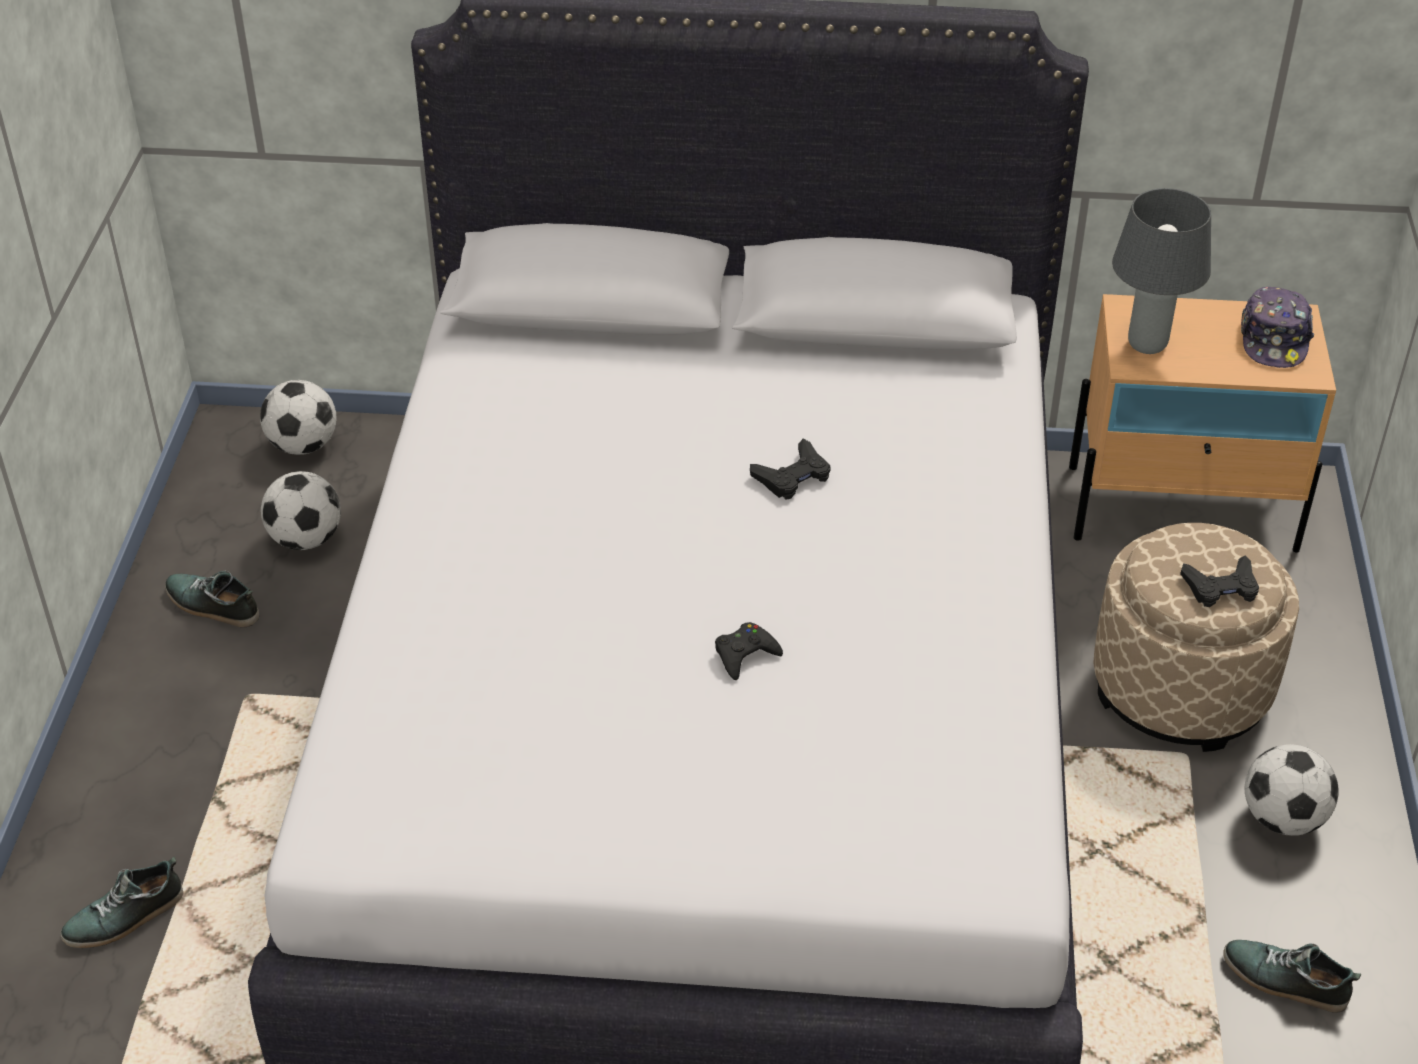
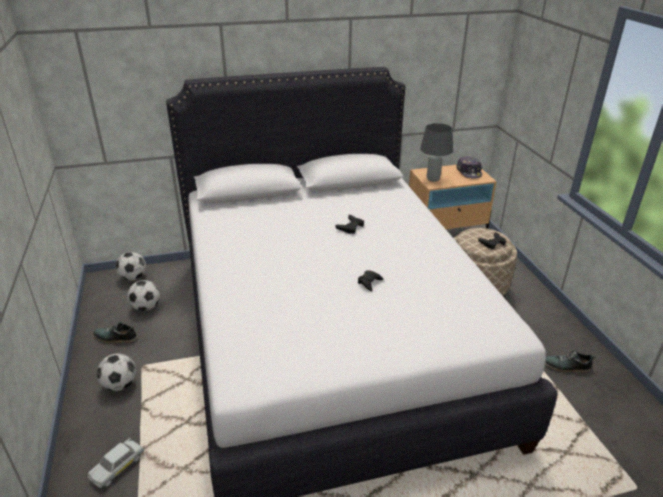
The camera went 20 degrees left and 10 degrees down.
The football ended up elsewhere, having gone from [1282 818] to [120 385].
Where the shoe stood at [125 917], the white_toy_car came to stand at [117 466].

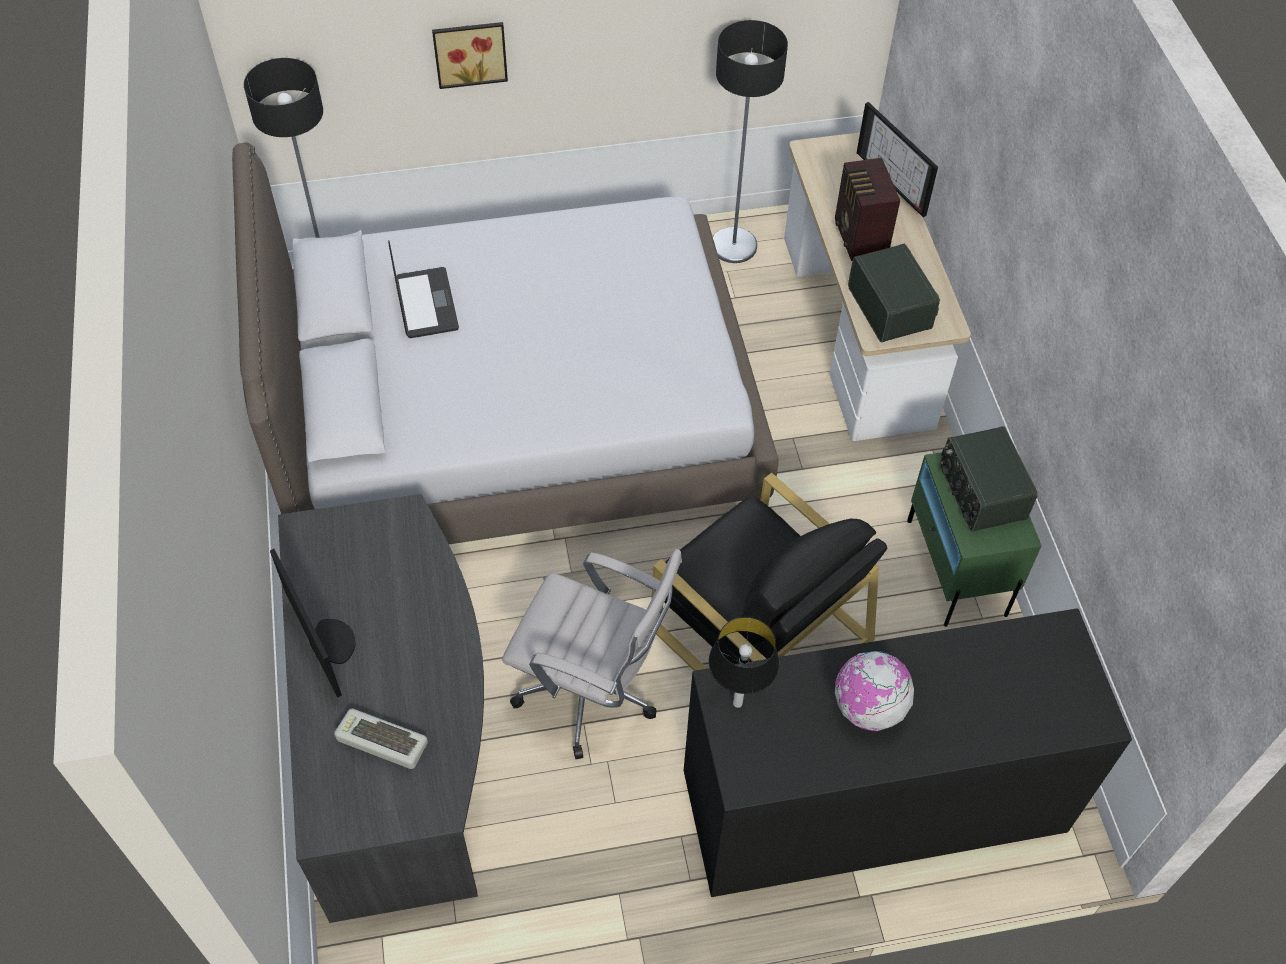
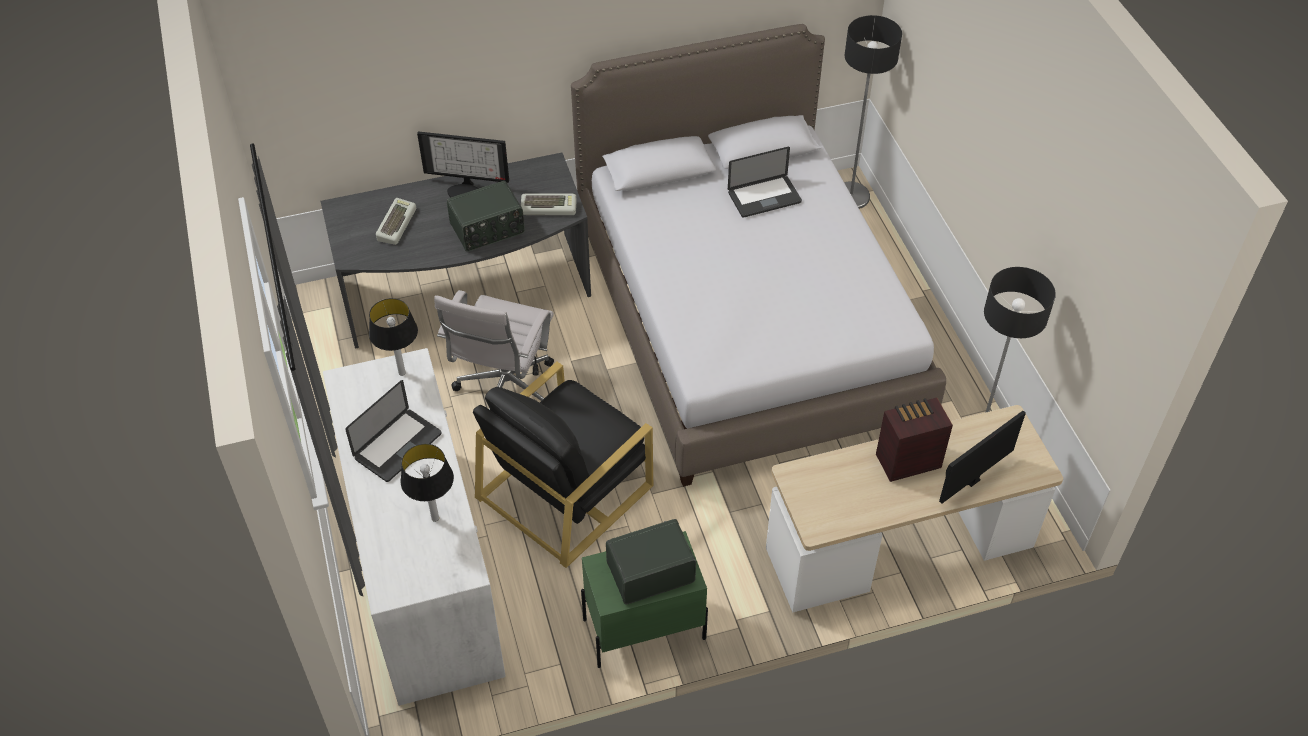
The camera went 85 degrees right and 5 degrees down.
The second view lost the picture at [470 52].
The radio ended up elsewhere, having gone from [890 307] to [488 229].
The monitor at [328 643] ended up facing another way, 45 degrees clockwise from before.
What was the black_dresser at [873 801] turned into the white_dresser at [424 569].
Where the globe stood at [868 708], the laptop came to stand at [398 446].
The second view gained the keyboard at [549 207].
The second view gained the table_lamp at [435 518].

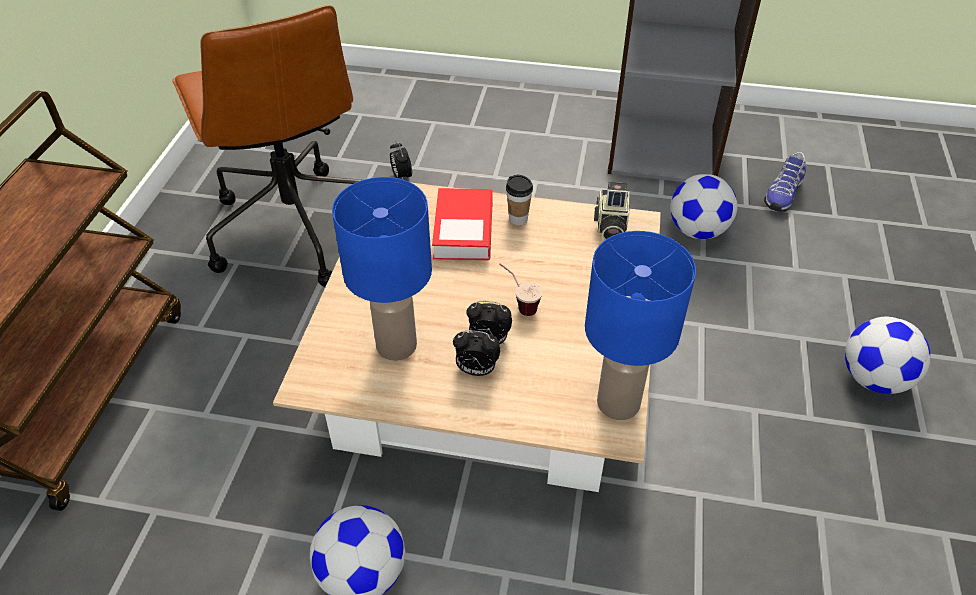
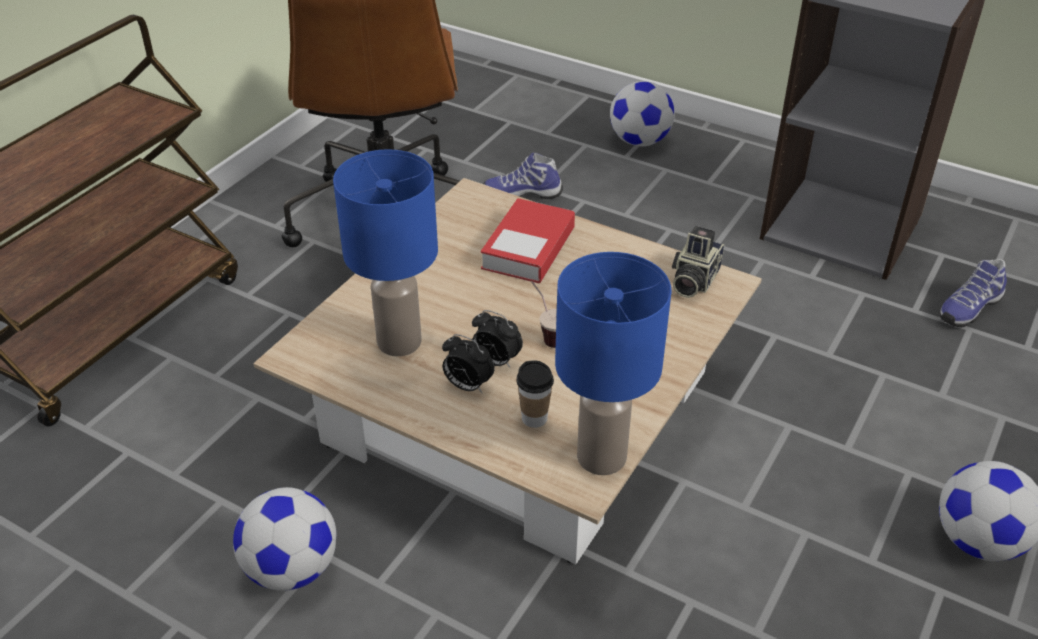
The camera went 20 degrees right and 5 degrees down.
Where the alarm_clock stood at [401 176], the shoe came to stand at [522 193].
The football ended up elsewhere, having gone from [697 231] to [639 141].
The cup ended up elsewhere, having gone from [518 219] to [534 418].

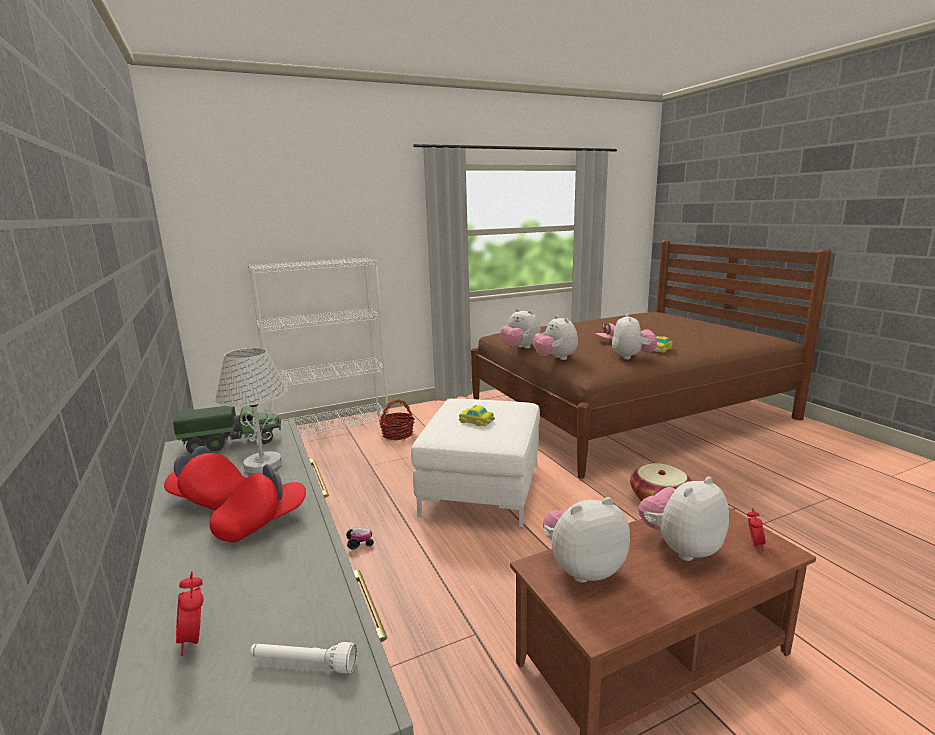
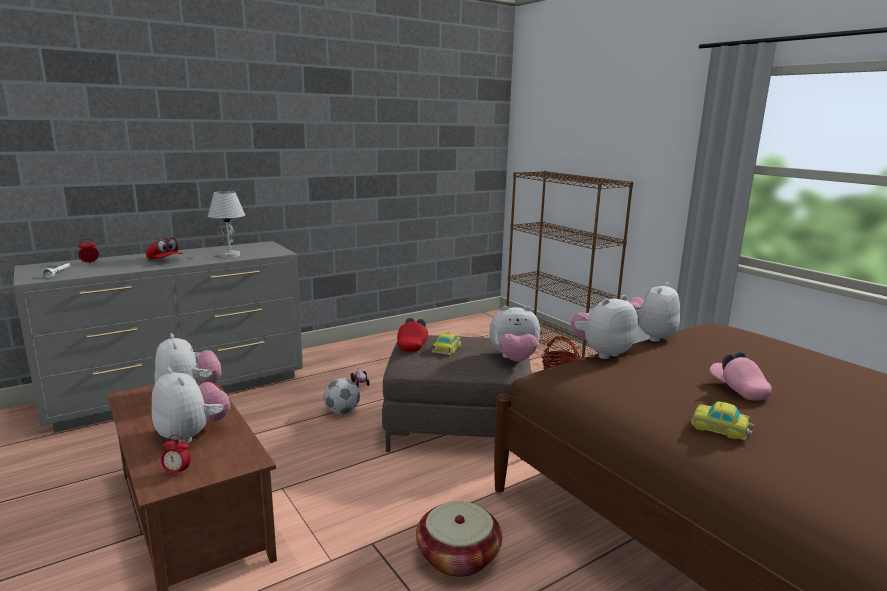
The camera went 80 degrees right and 0 degrees up.
What was the white_bookcase at [332 427] turned into the brown_bookcase at [557 345].
The plush_toy ended up elsewhere, having gone from [632 357] to [514 359].
What was the white_ottoman at [482 488] turned into the brown_ottoman at [457 427].
The second view lost the toy_truck at [233 442].
The red_cap ended up elsewhere, having gone from [209 498] to [413 345].
The second view gained the football at [342 412].

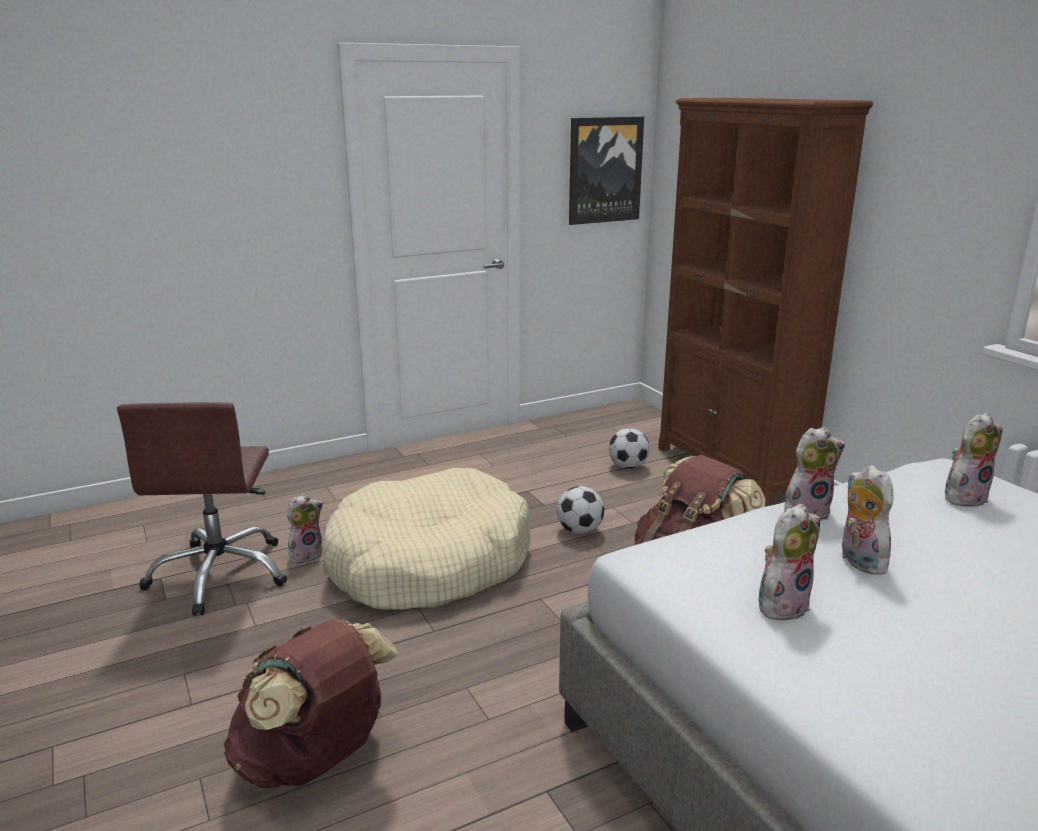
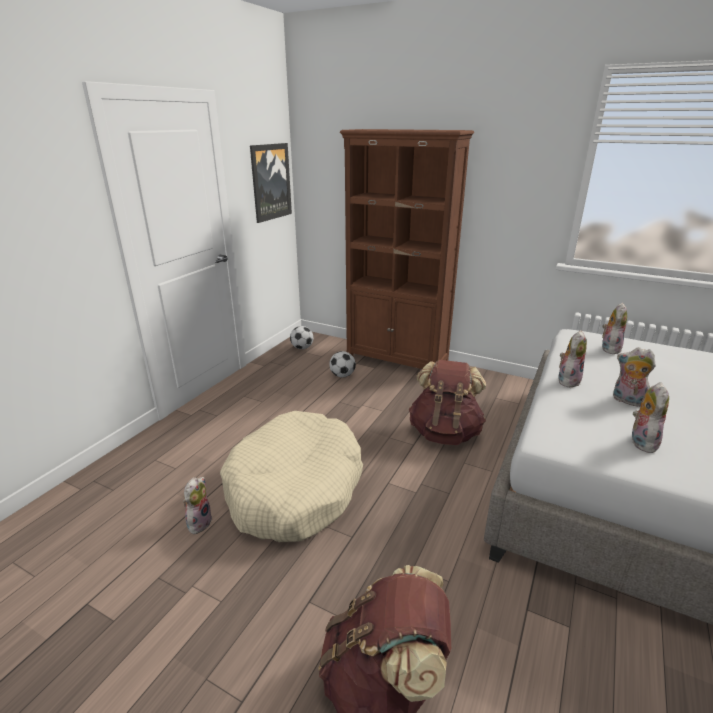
The camera went 35 degrees left and 5 degrees up.
The second view lost the brown_office_chair at [220 574].
The football ended up elsewhere, having gone from [580 530] to [302 348].

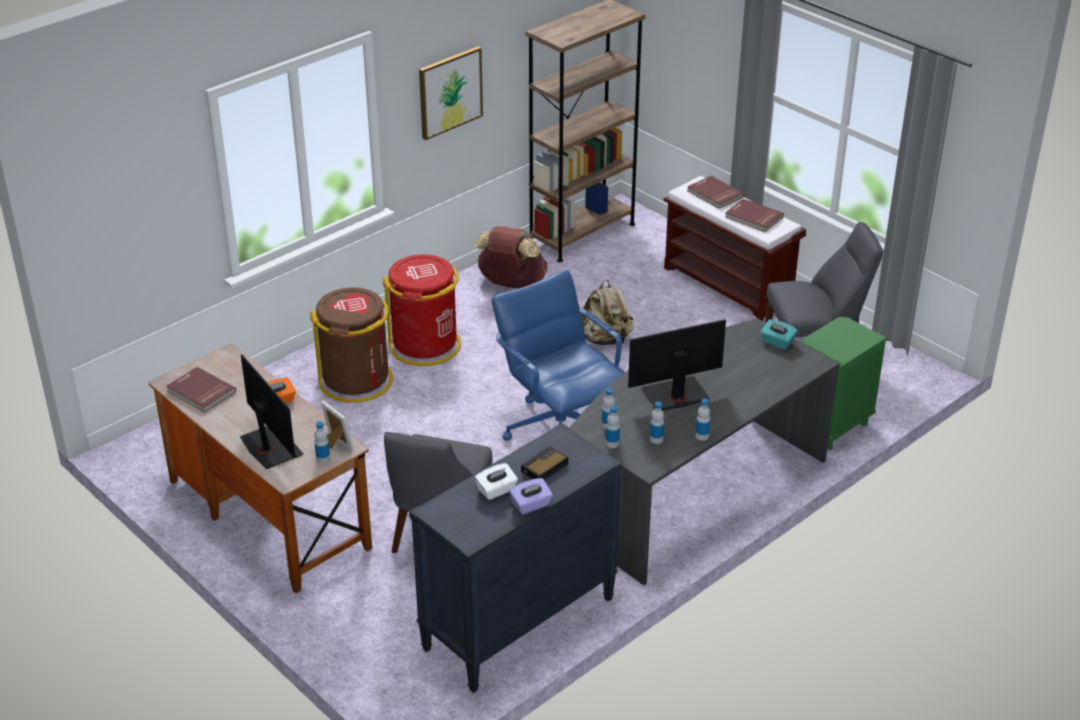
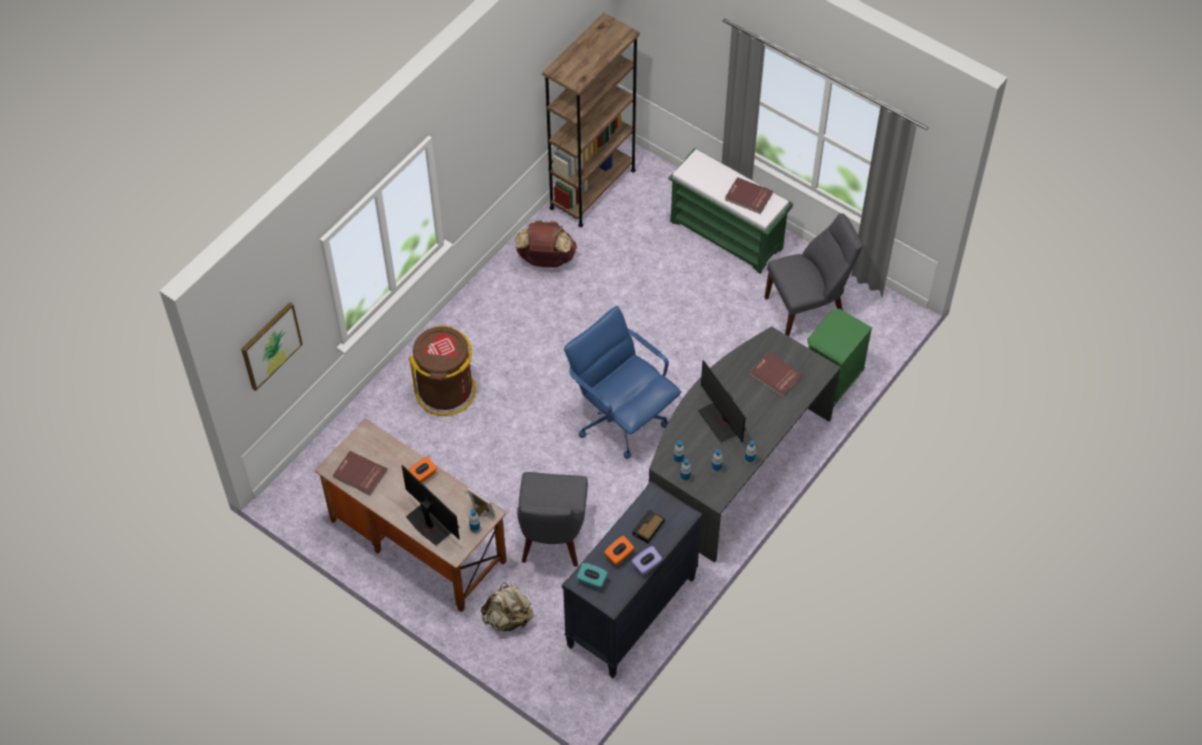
The camera went 10 degrees left and 20 degrees up.
The picture ended up elsewhere, having gone from [450 92] to [270 345].
What was the brown_bench at [729 285] turned into the green_bench at [727 235].
The red_book ended up elsewhere, having gone from [714 194] to [775 376].
The second view lost the red_trash_can at [425 345].
The beige_backpack ended up elsewhere, having gone from [605 339] to [508 618].
The monitor at [675 395] ended up facing another way, 90 degrees counterclockwise from before.
The turquoise_tissue_box ended up elsewhere, having gone from [777 342] to [592 580].
What was the white_tissue_box at [496 490] turned into the orange_tissue_box at [619 555].

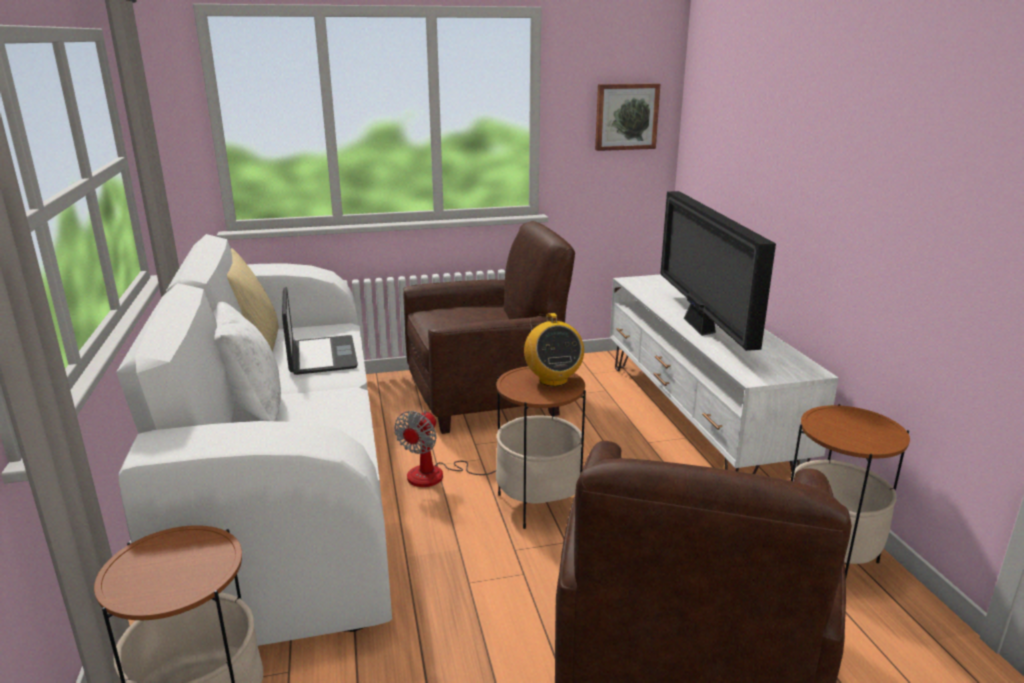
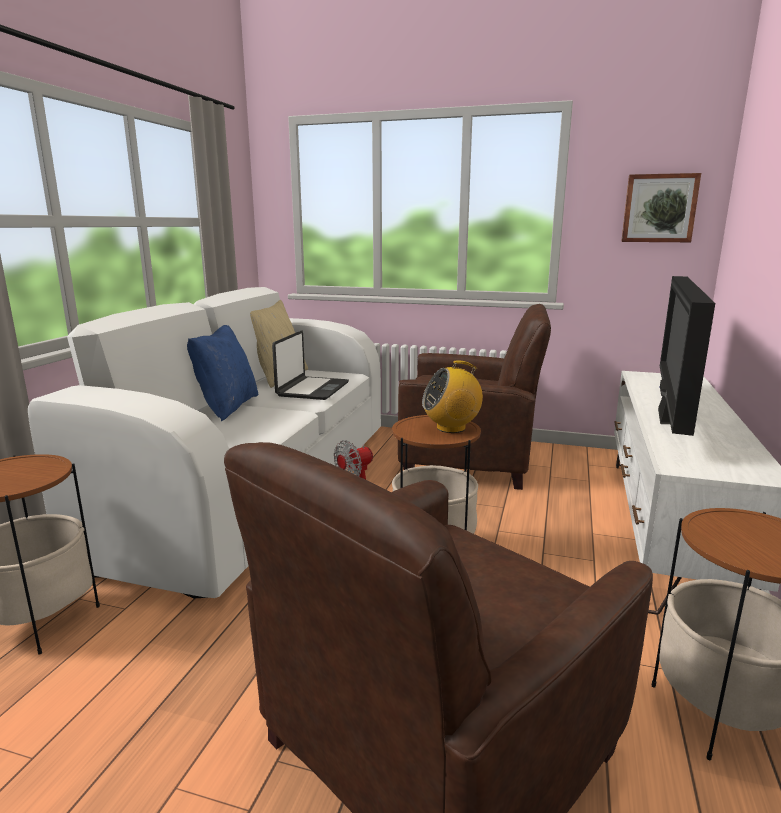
The camera went 30 degrees right and 5 degrees down.
What was the white_pillow at [250 404] turned into the blue_pillow at [226 407].
The radio at [553 380] ended up facing another way, 60 degrees clockwise from before.

